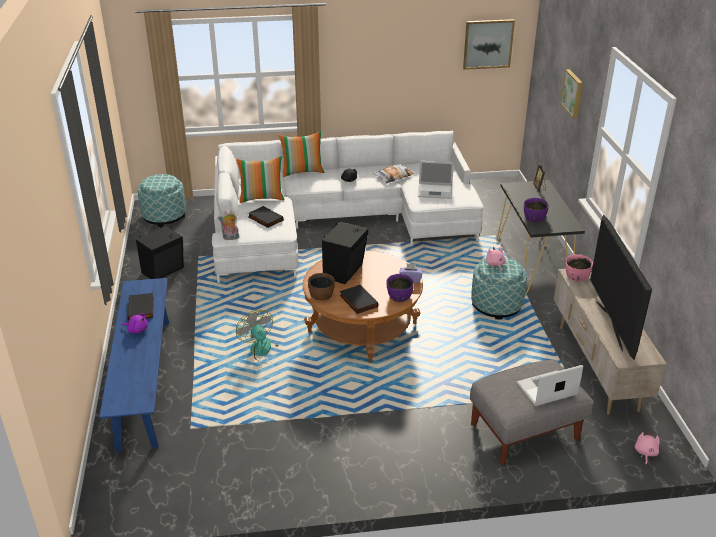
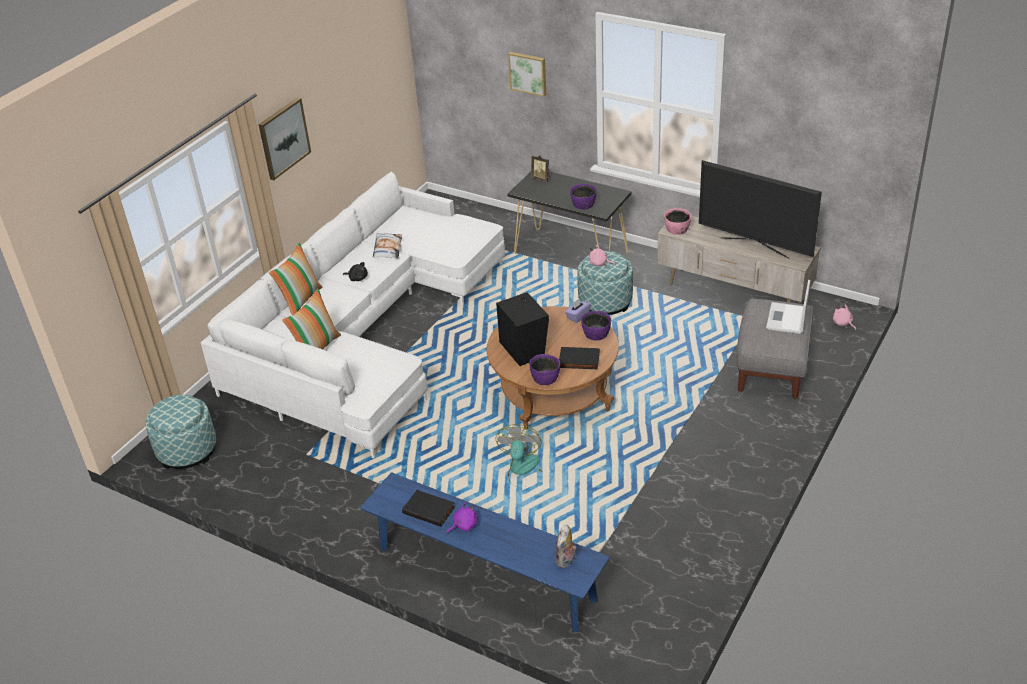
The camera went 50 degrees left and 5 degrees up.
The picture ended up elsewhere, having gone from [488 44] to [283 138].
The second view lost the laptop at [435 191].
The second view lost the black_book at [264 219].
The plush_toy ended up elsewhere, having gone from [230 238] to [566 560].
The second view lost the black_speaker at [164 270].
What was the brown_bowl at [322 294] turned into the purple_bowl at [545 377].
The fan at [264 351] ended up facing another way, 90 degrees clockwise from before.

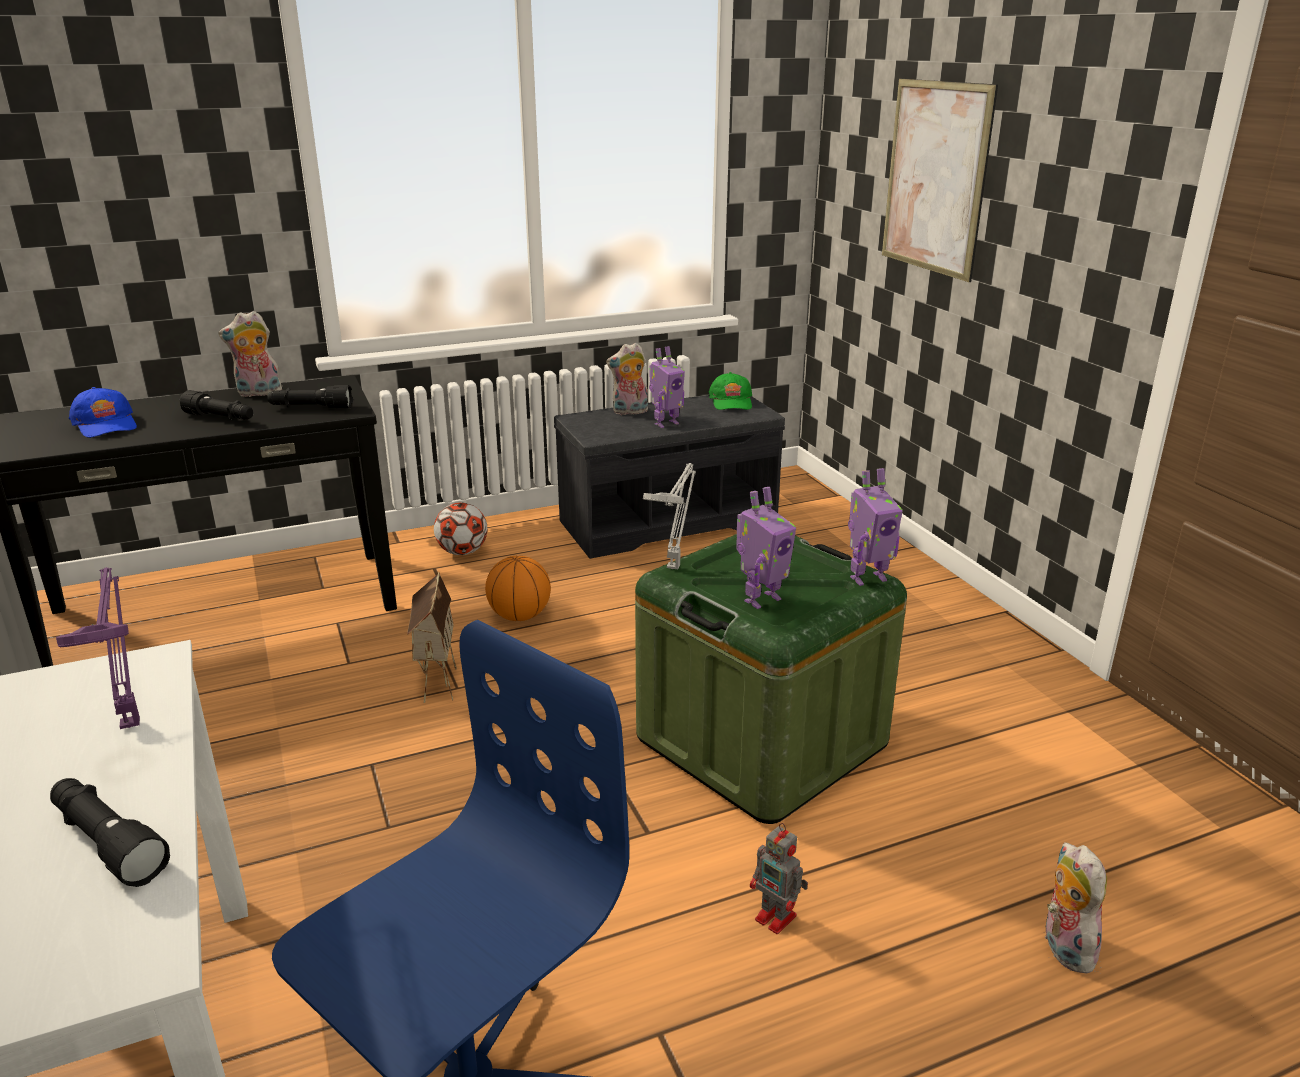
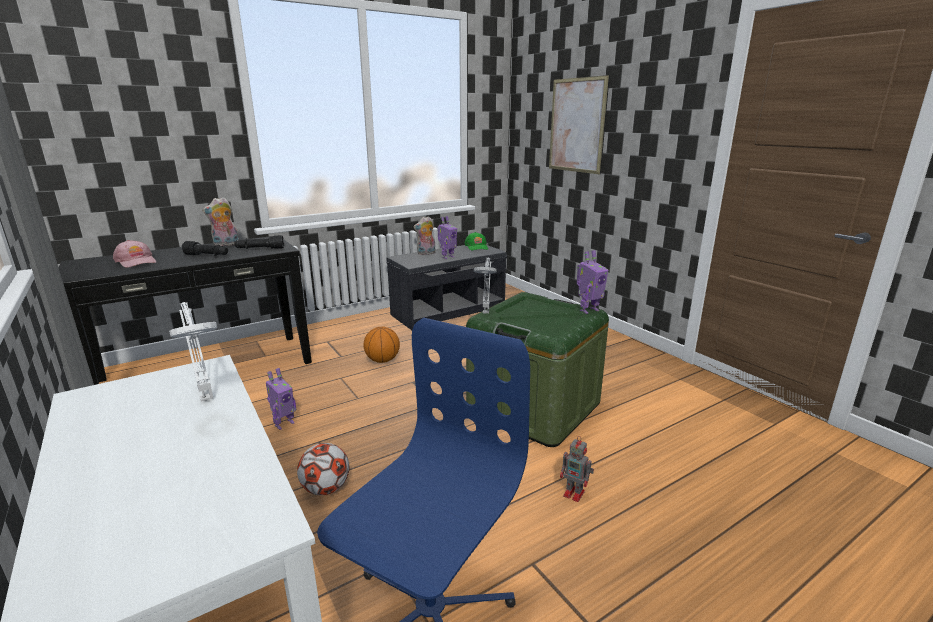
The camera went 10 degrees left and 5 degrees down.
What was the blue_cap at [106 425] turned into the pink_cap at [136 261].
The toy_robot ended up elsewhere, having gone from [760 599] to [284 424].
The football ended up elsewhere, having gone from [463 552] to [326 488].
What was the purple_table_lamp at [131 721] turned into the white_table_lamp at [206 397].
The second view lost the toy_house at [436 682].
The second view lost the black_flashlight at [107 843].
The second view lost the plush_toy at [1063 946].

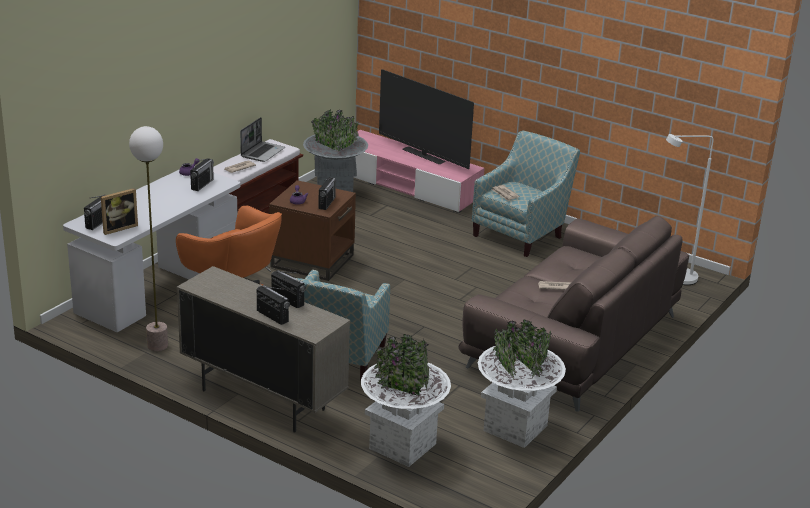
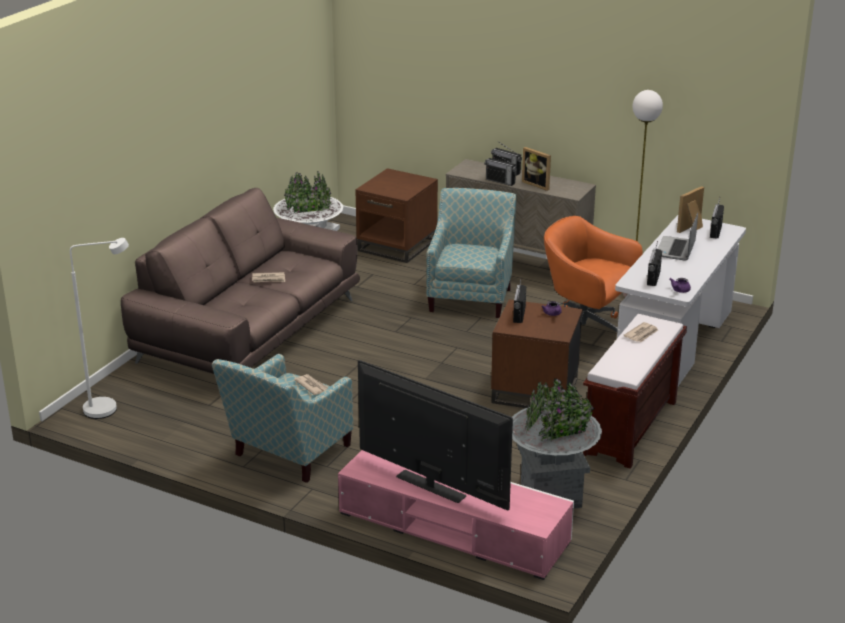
The camera went 175 degrees right and 0 degrees up.
The laptop ended up elsewhere, having gone from [262 152] to [676 250].
Where the white_planter stood at [402 446], the brown_side_table came to stand at [398 245].
The second view gained the picture_frame at [538 184].

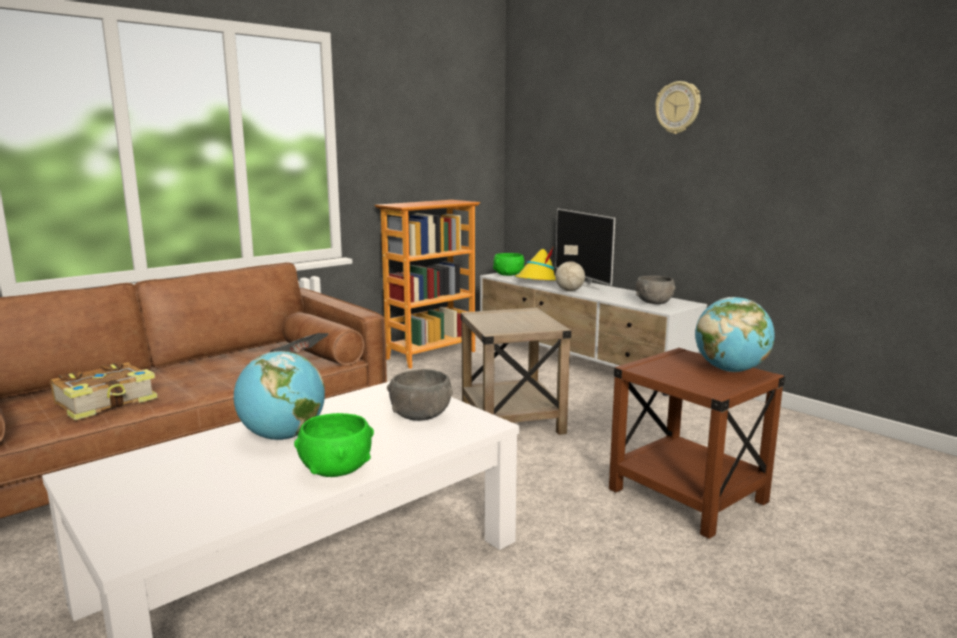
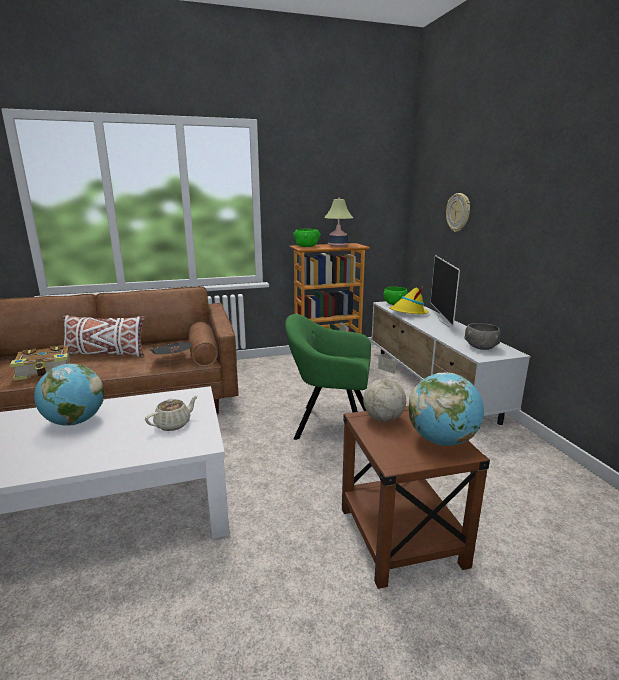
The camera went 25 degrees right and 5 degrees up.
The wall_clock ended up elsewhere, having gone from [678 107] to [458 212].
The globe ended up elsewhere, having gone from [569 290] to [383 418].
Where the beige_side_table stood at [511 420], the green_armchair came to stand at [329 424].
Where the grey_bowl stood at [421 415], the beige_teapot came to stand at [173 424].
The green_bowl ended up elsewhere, having gone from [336 469] to [306 246].
The second view gained the table_lamp at [338 245].
The second view gained the white_pillow at [105 354].

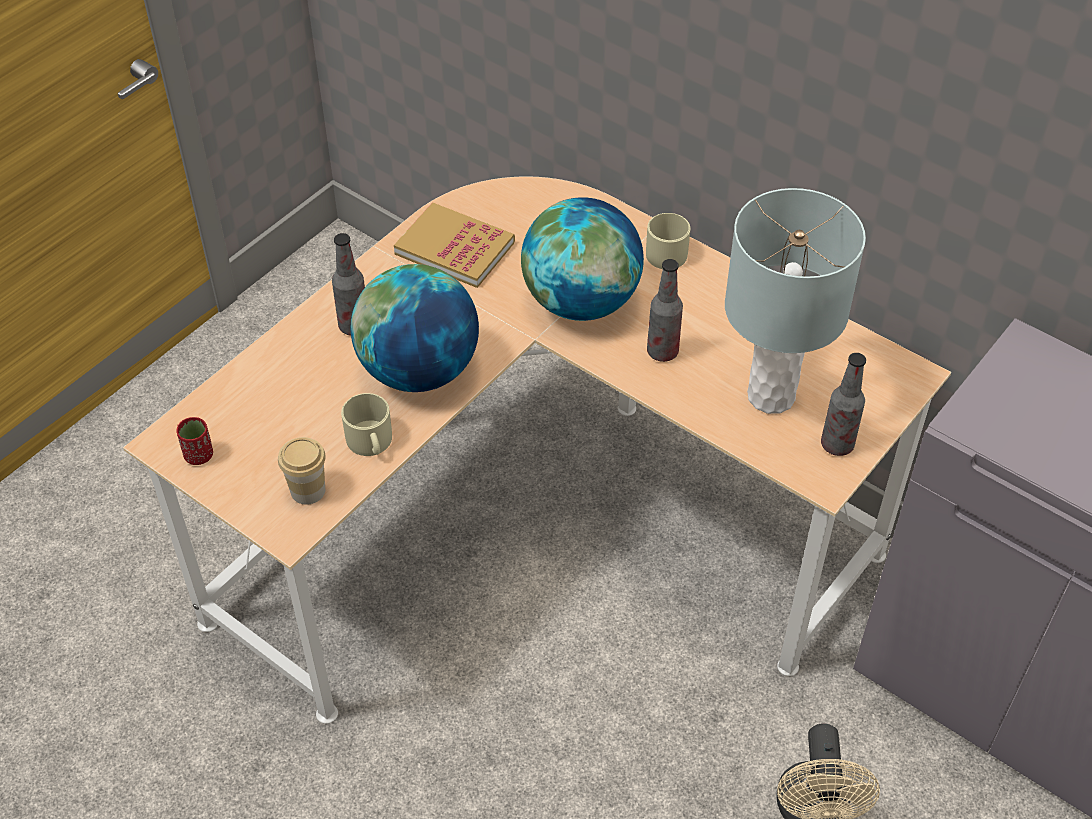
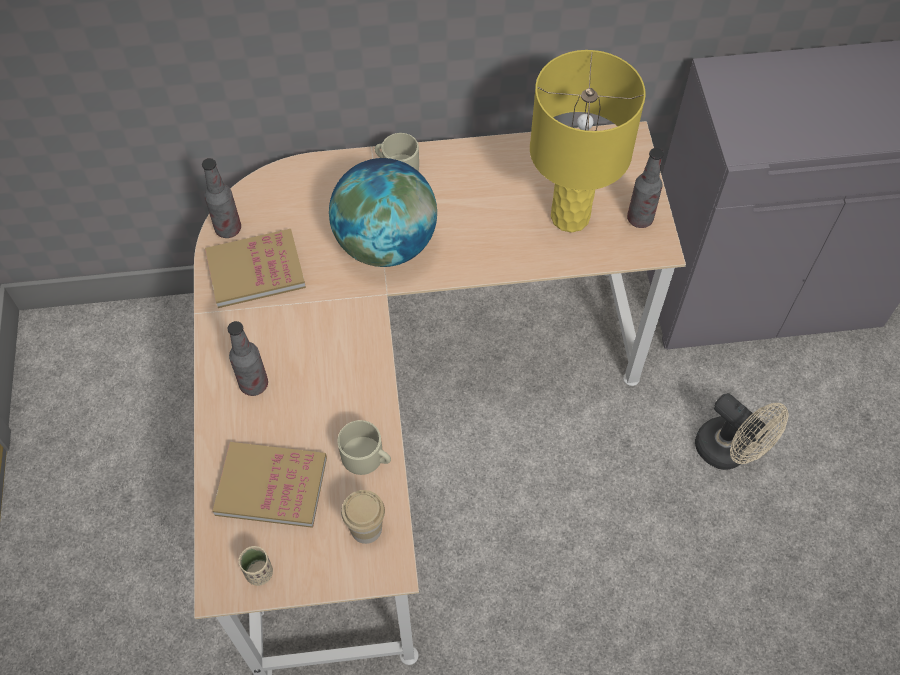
The camera went 45 degrees left and 10 degrees up.
What was the grey_table_lamp at [771 395] turned into the yellow_table_lamp at [570 216].
The bottle ended up elsewhere, having gone from [662 352] to [228 229].
The second view lost the globe at [418 371].
What was the red_cup at [199 455] turned into the beige_cup at [259 573].
The second view gained the book at [271 486].

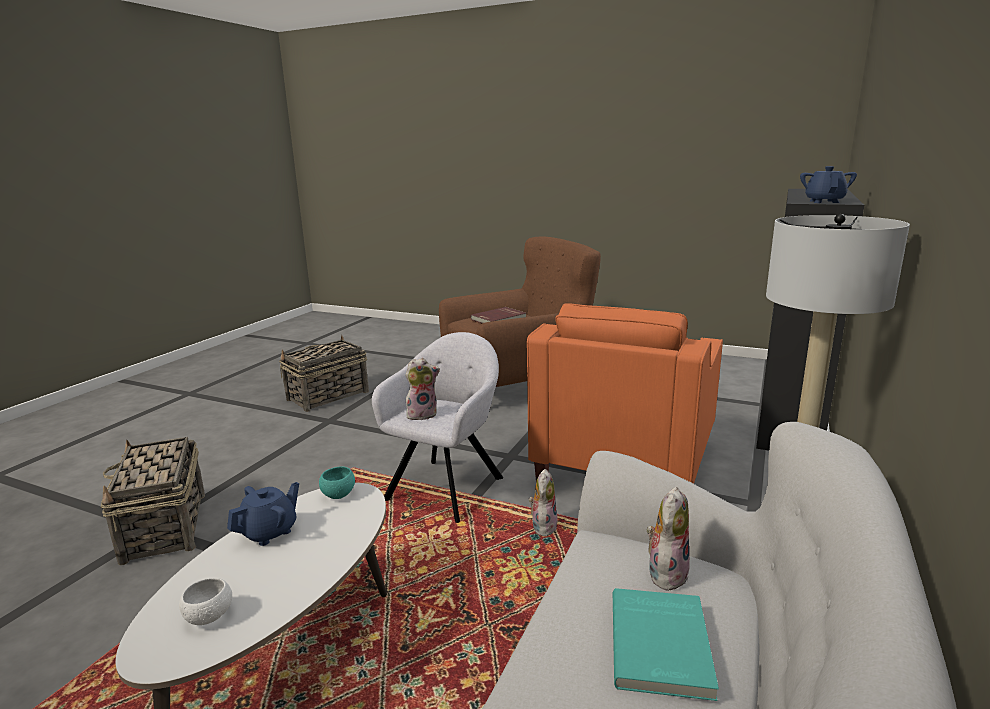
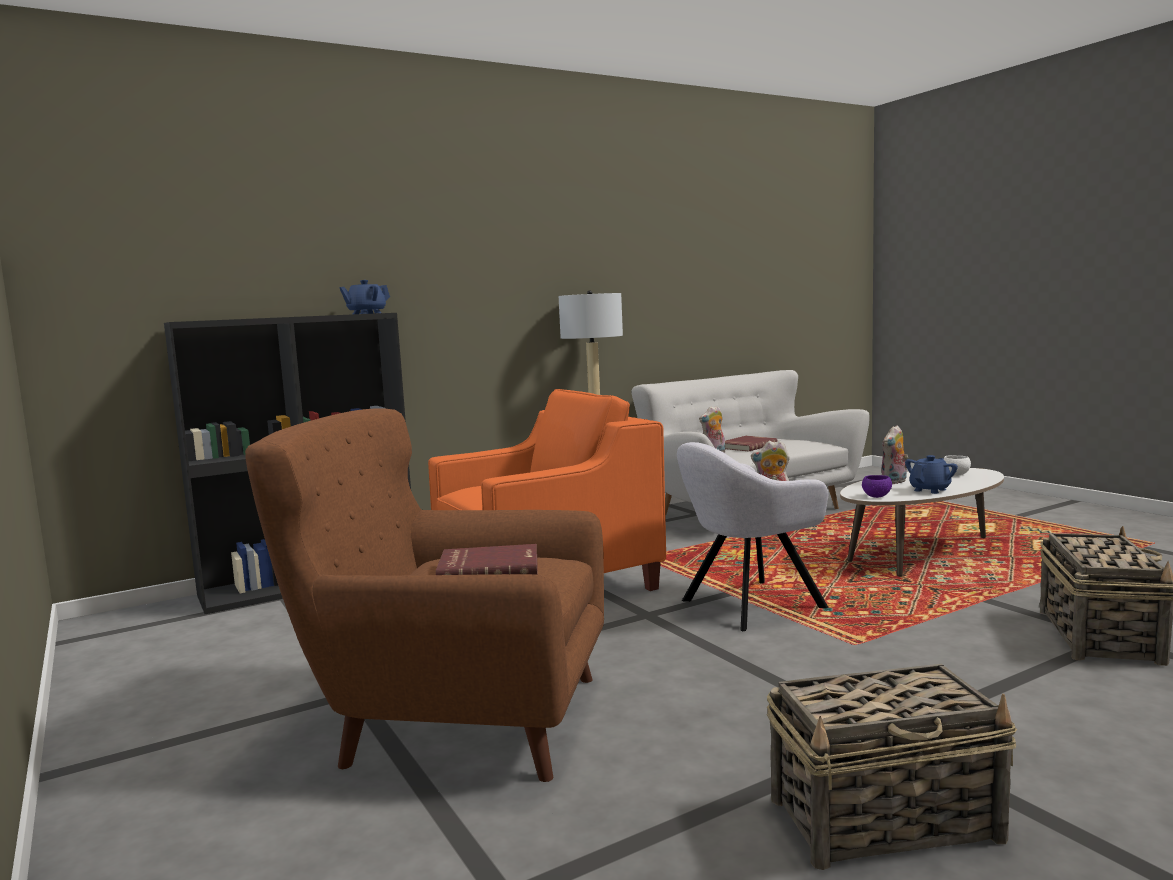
The camera went 145 degrees left and 10 degrees down.
What was the turquoise_bowl at [339 495] turned into the purple_bowl at [876 496].
The plush_toy ended up elsewhere, having gone from [543 526] to [894 482].
The blue_teapot at [269 532] ended up facing another way, 150 degrees clockwise from before.
What was the turquoise_book at [662 645] turned into the red_book at [746 446].

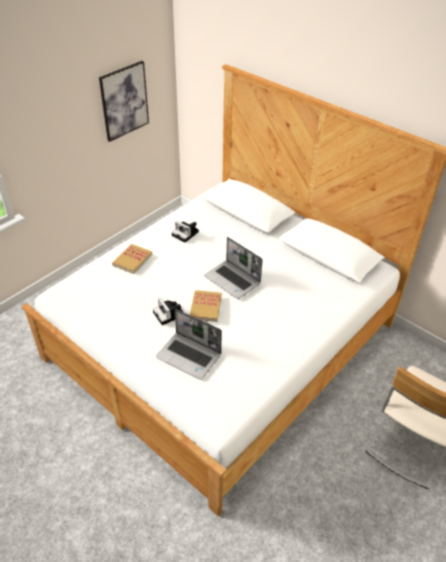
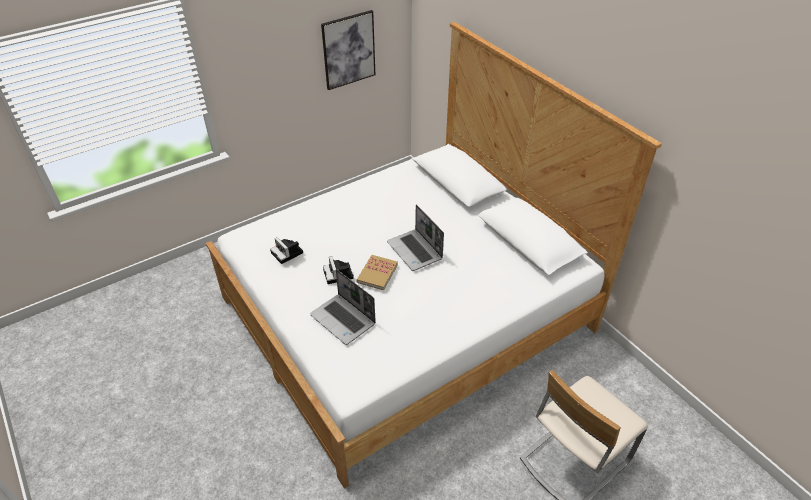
The camera went 15 degrees right and 0 degrees up.
The photo_camera ended up elsewhere, having gone from [186 234] to [288 253].
The second view lost the book at [132 260].

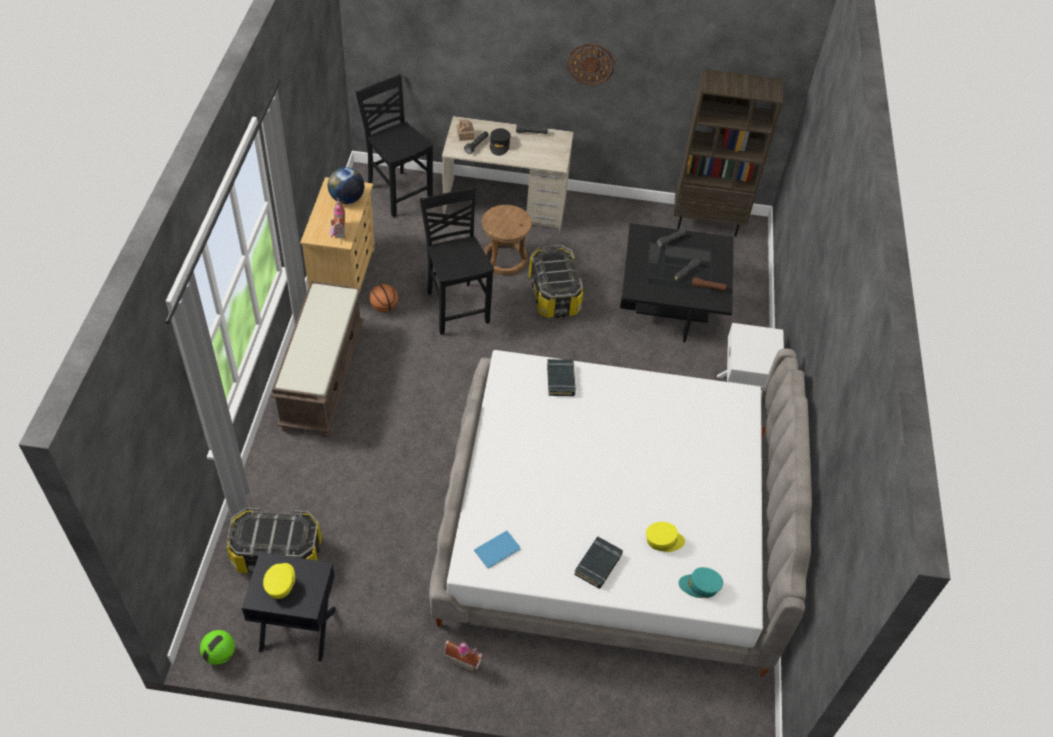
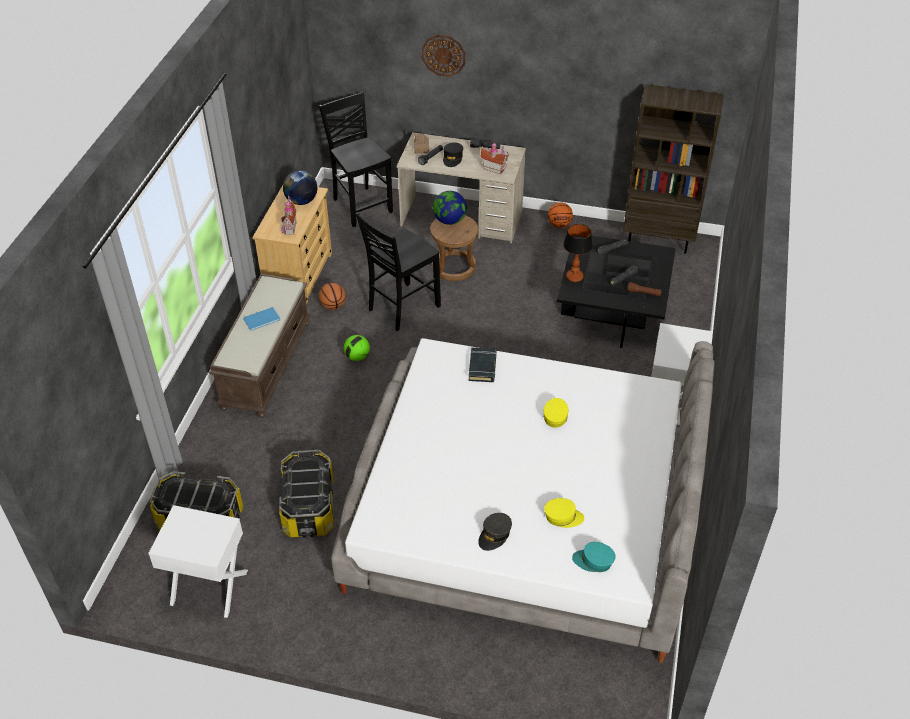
The camera went 10 degrees right and 5 degrees down.
The wall_clock ended up elsewhere, having gone from [590 64] to [443 55].
The black_chair at [456 307] ended up facing another way, 120 degrees counterclockwise from before.
The storage_box ended up elsewhere, having gone from [553 294] to [308 507].
The blue_book ended up elsewhere, having gone from [498 550] to [263 319].
Where the black_book stood at [598 564], the grey_cap came to stand at [494 535].
What was the black_nightstand at [297 630] turned into the white_nightstand at [209 588].
The yellow_cap ended up elsewhere, having gone from [280 583] to [555 416].
The football ended up elsewhere, having gone from [220 654] to [357 357].
The toy_house ended up elsewhere, having gone from [464 660] to [494 168].
The second view gained the globe at [449 220].
The second view gained the basketball at [559 225].
The second view gained the table_lamp at [574 277].

